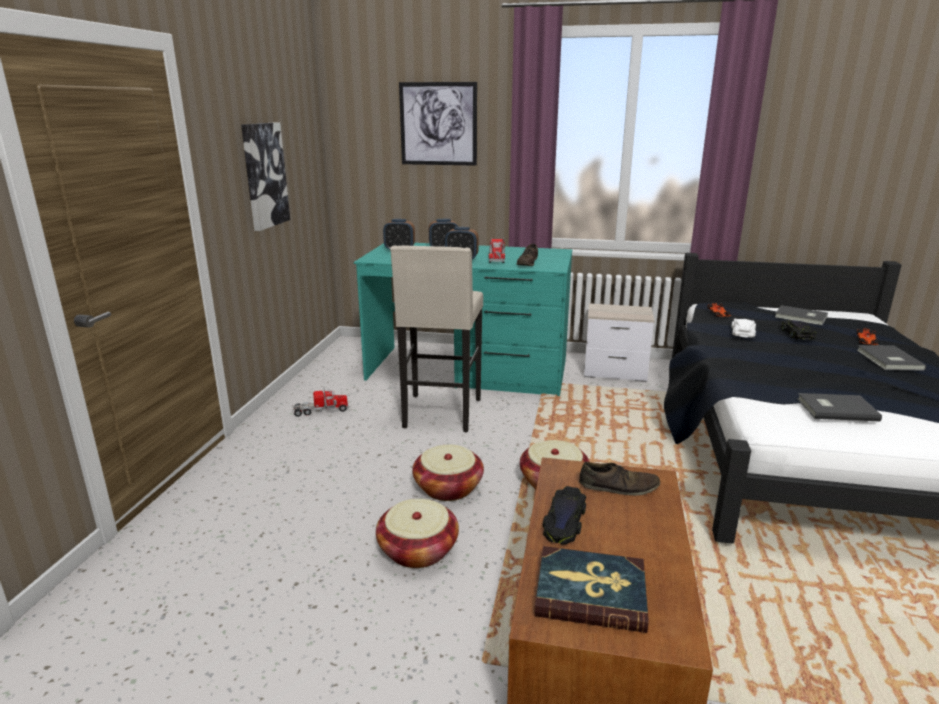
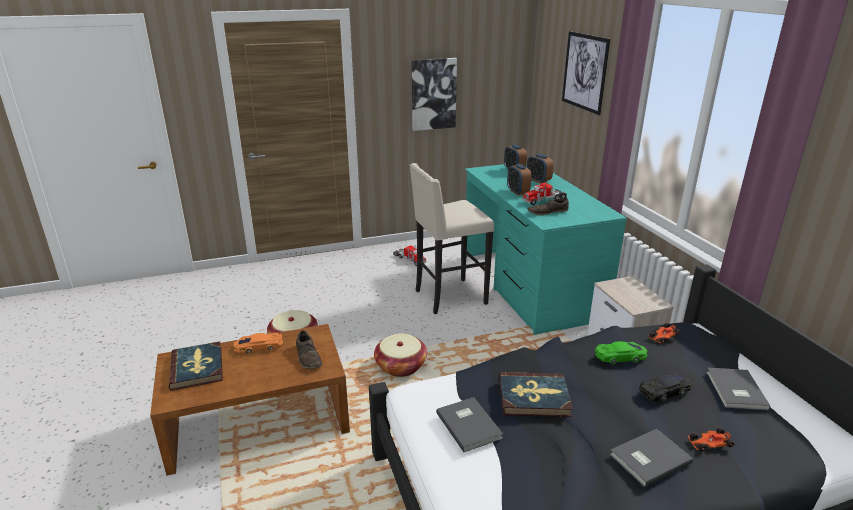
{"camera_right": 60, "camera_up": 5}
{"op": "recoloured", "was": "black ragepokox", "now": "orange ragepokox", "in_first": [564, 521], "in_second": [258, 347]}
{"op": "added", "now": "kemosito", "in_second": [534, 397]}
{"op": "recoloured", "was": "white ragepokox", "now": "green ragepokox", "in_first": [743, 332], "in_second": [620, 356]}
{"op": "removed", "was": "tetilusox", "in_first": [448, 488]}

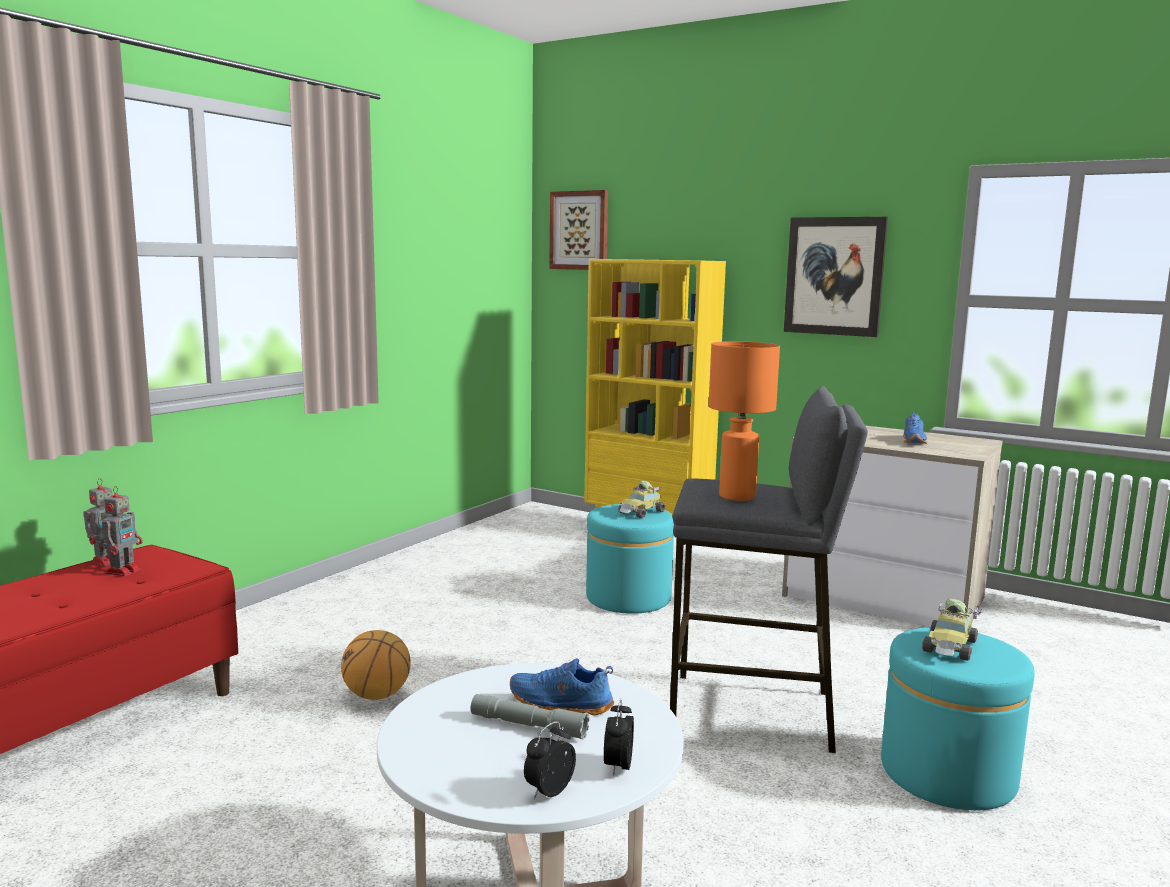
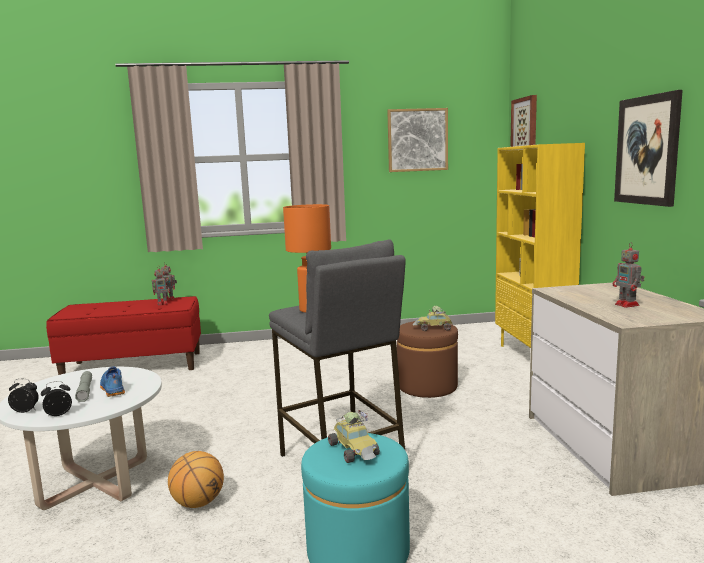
{"camera_right": 50, "camera_up": 0}
{"op": "moved", "was": "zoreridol", "in_first": [377, 696], "in_second": [198, 503]}
{"op": "turned", "was": "ragepokox", "in_first": [950, 647], "in_second": [355, 450], "clockwise": -105}
{"op": "added", "now": "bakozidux", "in_second": [417, 140]}
{"op": "recoloured", "was": "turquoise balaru", "now": "brown balaru", "in_first": [628, 598], "in_second": [427, 386]}
{"op": "replaced", "was": "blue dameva", "now": "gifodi", "in_first": [914, 441], "in_second": [627, 305]}

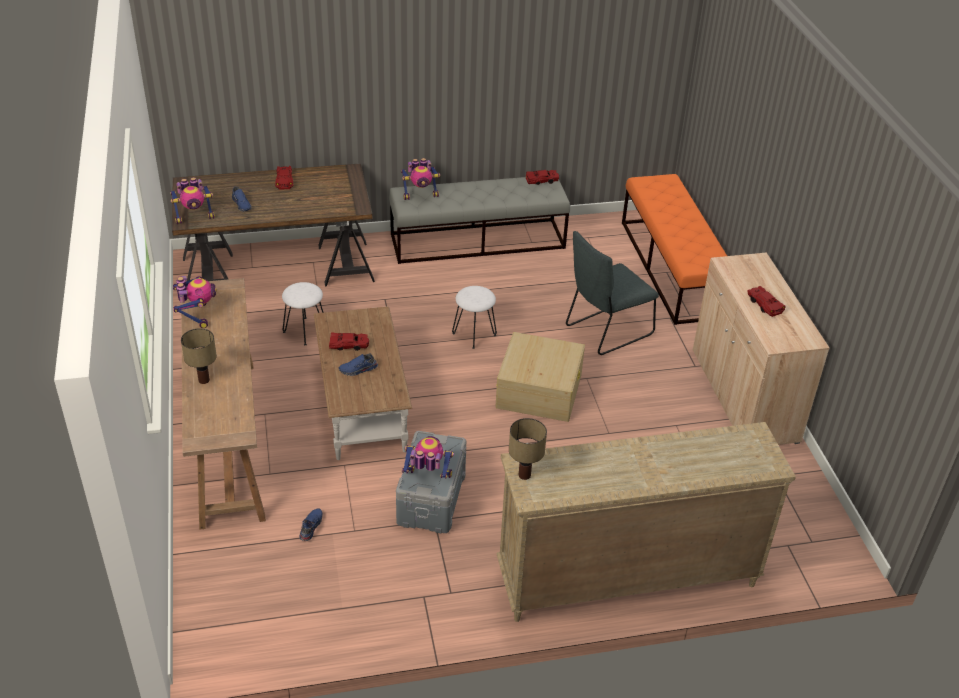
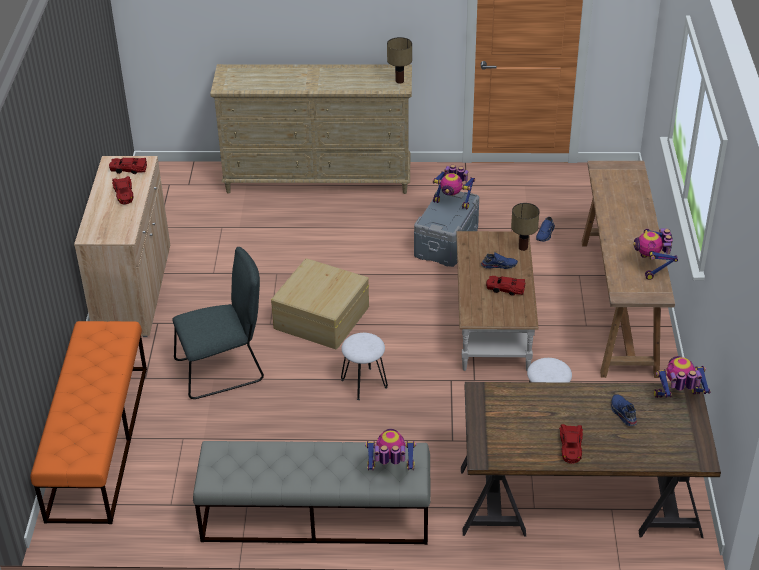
{"camera_right": -165, "camera_up": 0}
{"op": "moved", "was": "red ragepokox", "in_first": [542, 180], "in_second": [128, 169]}
{"op": "moved", "was": "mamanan", "in_first": [203, 380], "in_second": [523, 247]}

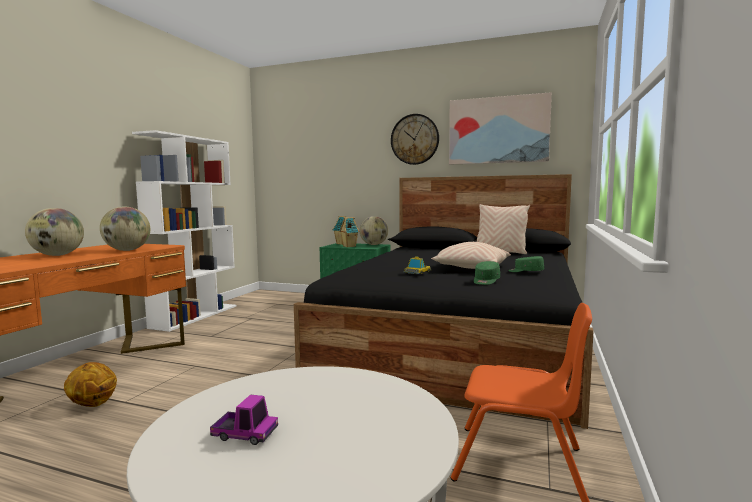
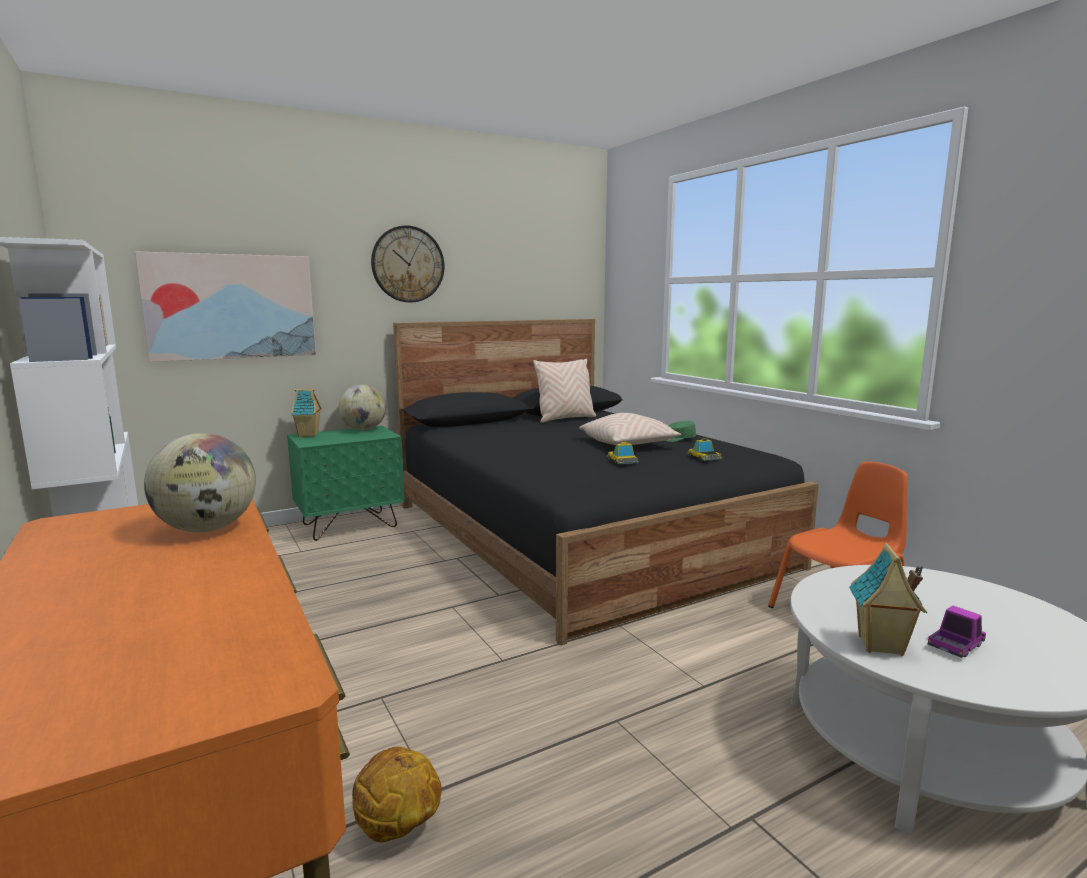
{"camera_right": -50, "camera_up": 5}
{"op": "moved", "was": "bakozidux", "in_first": [498, 130], "in_second": [231, 306]}
{"op": "replaced", "was": "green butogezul", "now": "ragepokox", "in_first": [486, 281], "in_second": [704, 457]}
{"op": "moved", "was": "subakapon", "in_first": [349, 246], "in_second": [880, 646]}
{"op": "removed", "was": "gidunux", "in_first": [57, 255]}

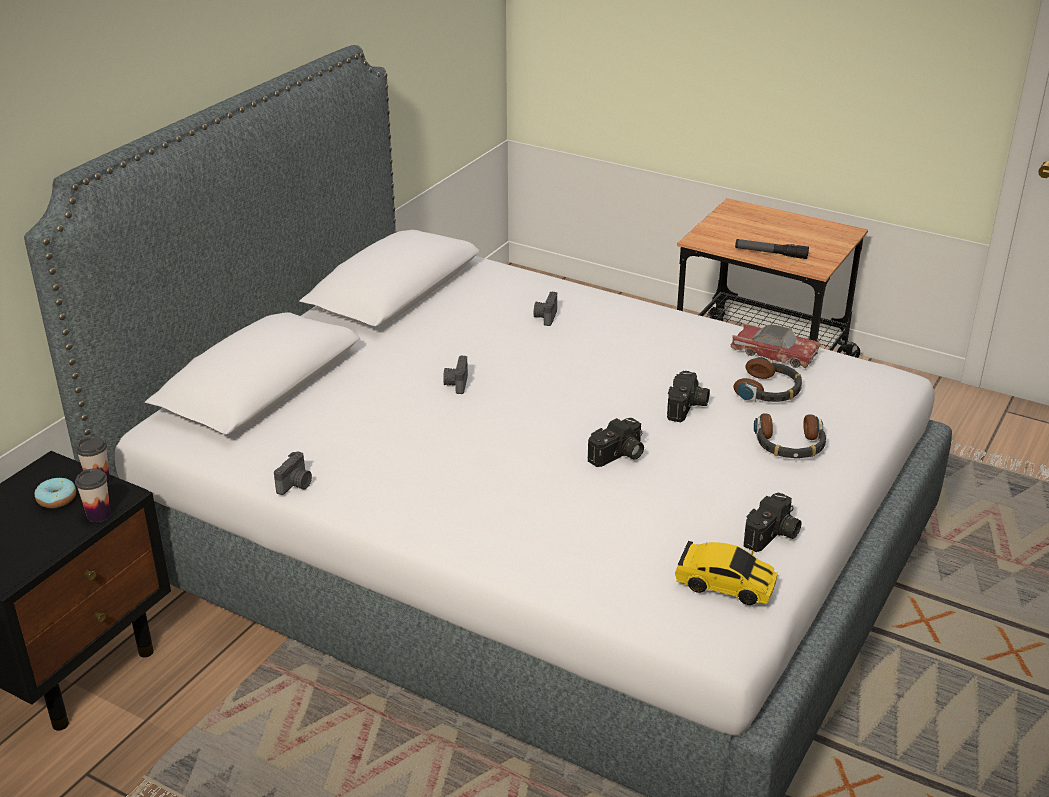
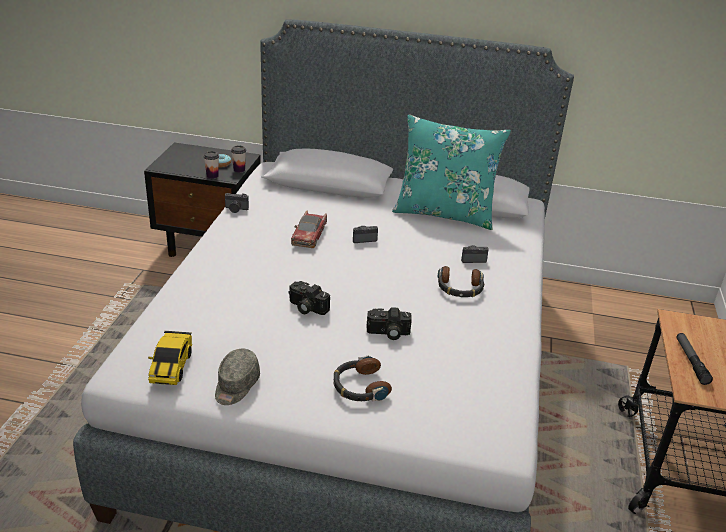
{"camera_right": 70, "camera_up": 0}
{"op": "replaced", "was": "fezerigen", "now": "grey butogezul", "in_first": [773, 536], "in_second": [236, 386]}
{"op": "moved", "was": "ragepokox", "in_first": [774, 354], "in_second": [309, 235]}
{"op": "added", "now": "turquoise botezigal", "in_second": [444, 213]}
{"op": "moved", "was": "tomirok", "in_first": [769, 390], "in_second": [459, 288]}

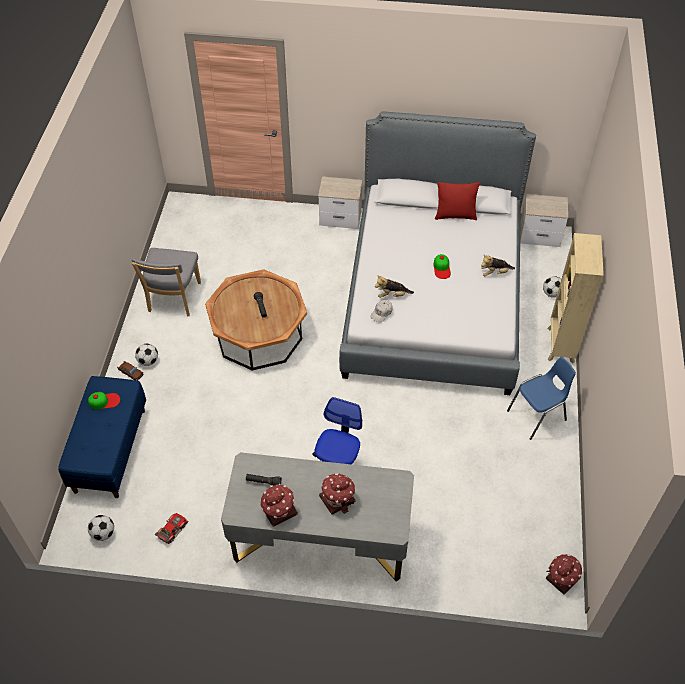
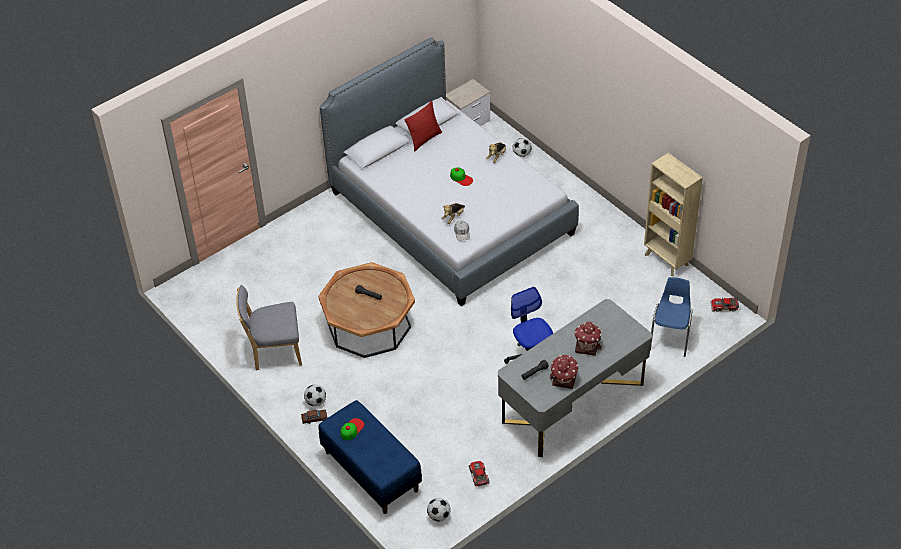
{"camera_right": -45, "camera_up": -5}
{"op": "turned", "was": "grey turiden", "in_first": [173, 299], "in_second": [274, 352], "clockwise": 120}
{"op": "moved", "was": "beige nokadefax", "in_first": [560, 346], "in_second": [667, 260]}
{"op": "moved", "was": "blue turiden", "in_first": [537, 416], "in_second": [670, 338]}
{"op": "replaced", "was": "subakapon", "now": "ragepokox", "in_first": [562, 578], "in_second": [724, 307]}
{"op": "removed", "was": "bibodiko", "in_first": [341, 218]}

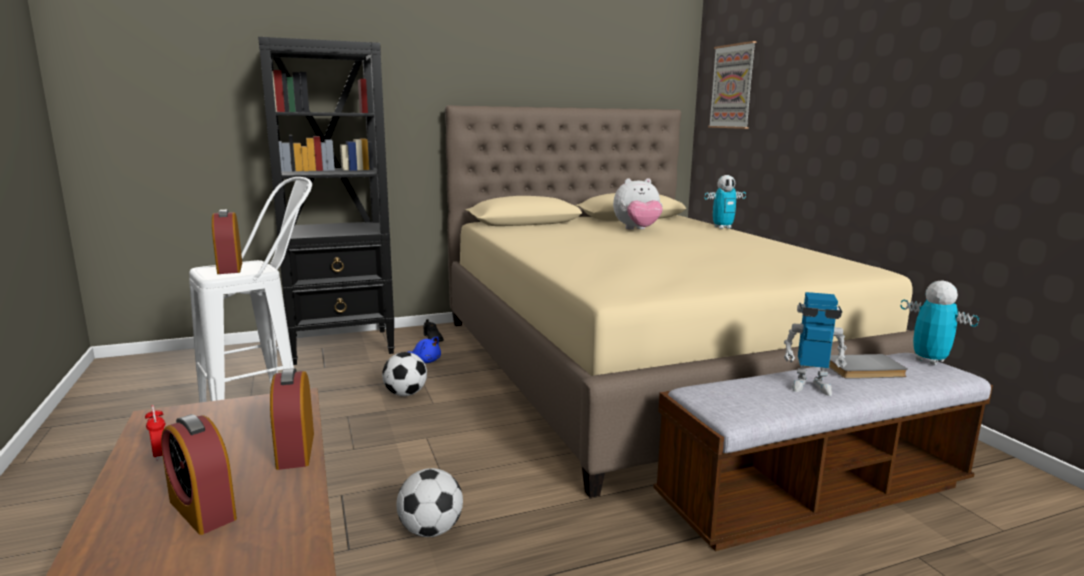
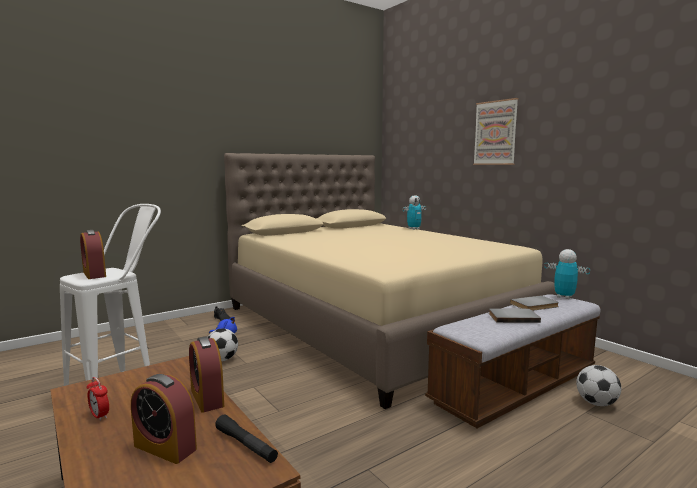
{"camera_right": -15, "camera_up": -5}
{"op": "added", "now": "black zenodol", "in_second": [246, 445]}
{"op": "moved", "was": "bakozidux", "in_first": [732, 86], "in_second": [495, 133]}
{"op": "replaced", "was": "gifodi", "now": "grey kemosito", "in_first": [810, 386], "in_second": [513, 317]}
{"op": "moved", "was": "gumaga", "in_first": [431, 530], "in_second": [596, 403]}
{"op": "removed", "was": "black nokadefax", "in_first": [342, 346]}
{"op": "removed", "was": "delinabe", "in_first": [637, 230]}

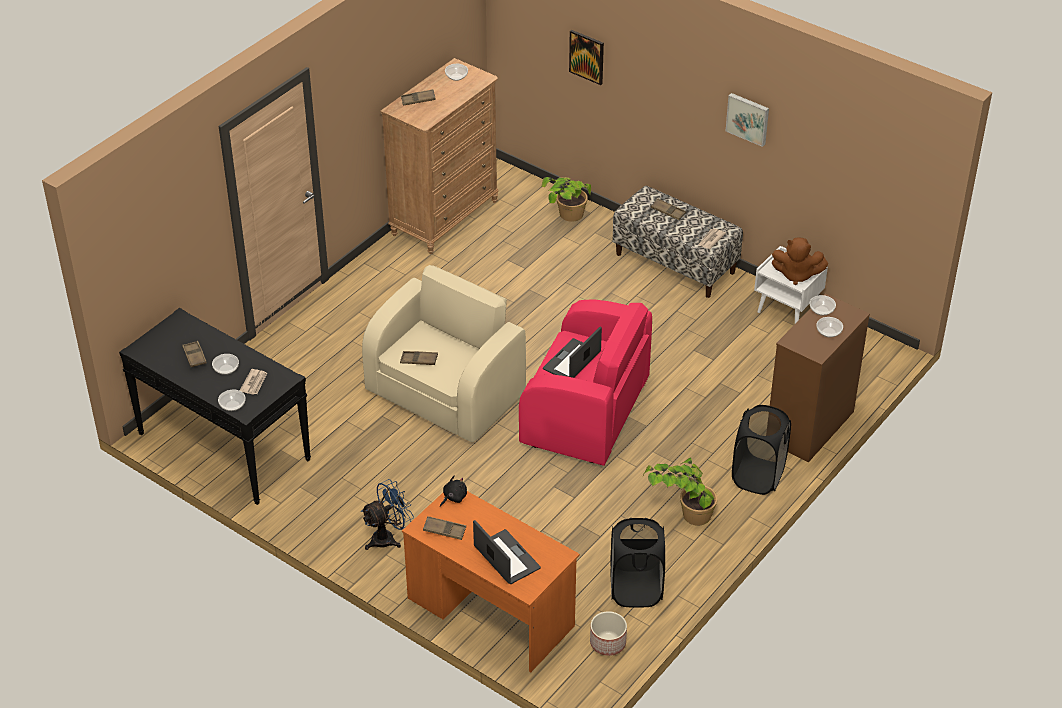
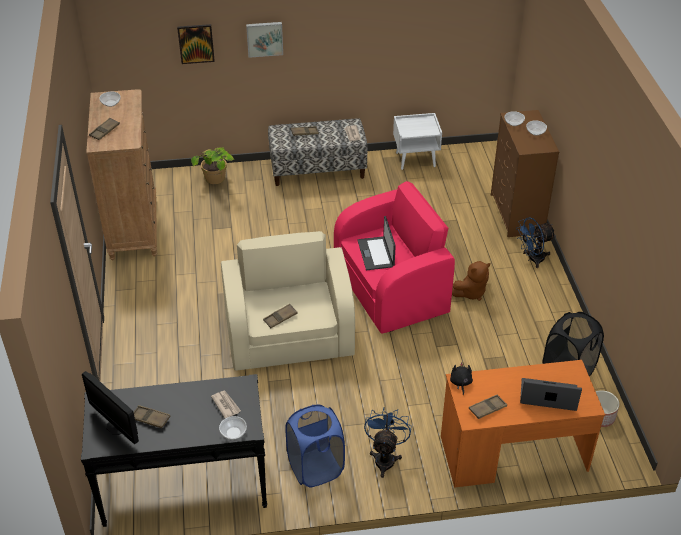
{"camera_right": -45, "camera_up": 0}
{"op": "added", "now": "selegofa", "in_second": [116, 426]}
{"op": "moved", "was": "bakozidux", "in_first": [748, 118], "in_second": [264, 38]}
{"op": "added", "now": "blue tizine", "in_second": [315, 468]}
{"op": "moved", "was": "brown delinabe", "in_first": [796, 275], "in_second": [470, 292]}
{"op": "replaced", "was": "black tizine", "now": "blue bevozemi", "in_first": [758, 476], "in_second": [532, 259]}
{"op": "removed", "was": "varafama", "in_first": [226, 369]}
{"op": "removed", "was": "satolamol", "in_first": [681, 514]}

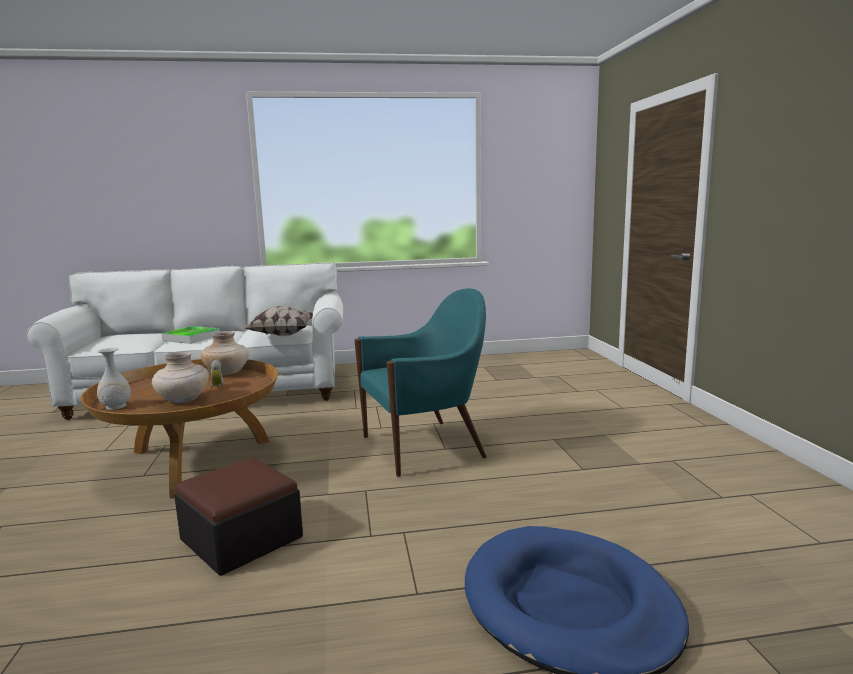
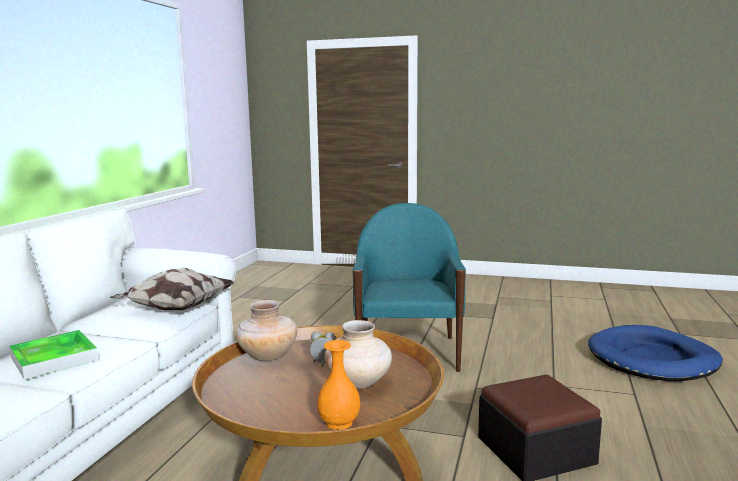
{"camera_right": -65, "camera_up": 0}
{"op": "recoloured", "was": "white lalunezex", "now": "orange lalunezex", "in_first": [116, 406], "in_second": [339, 423]}

